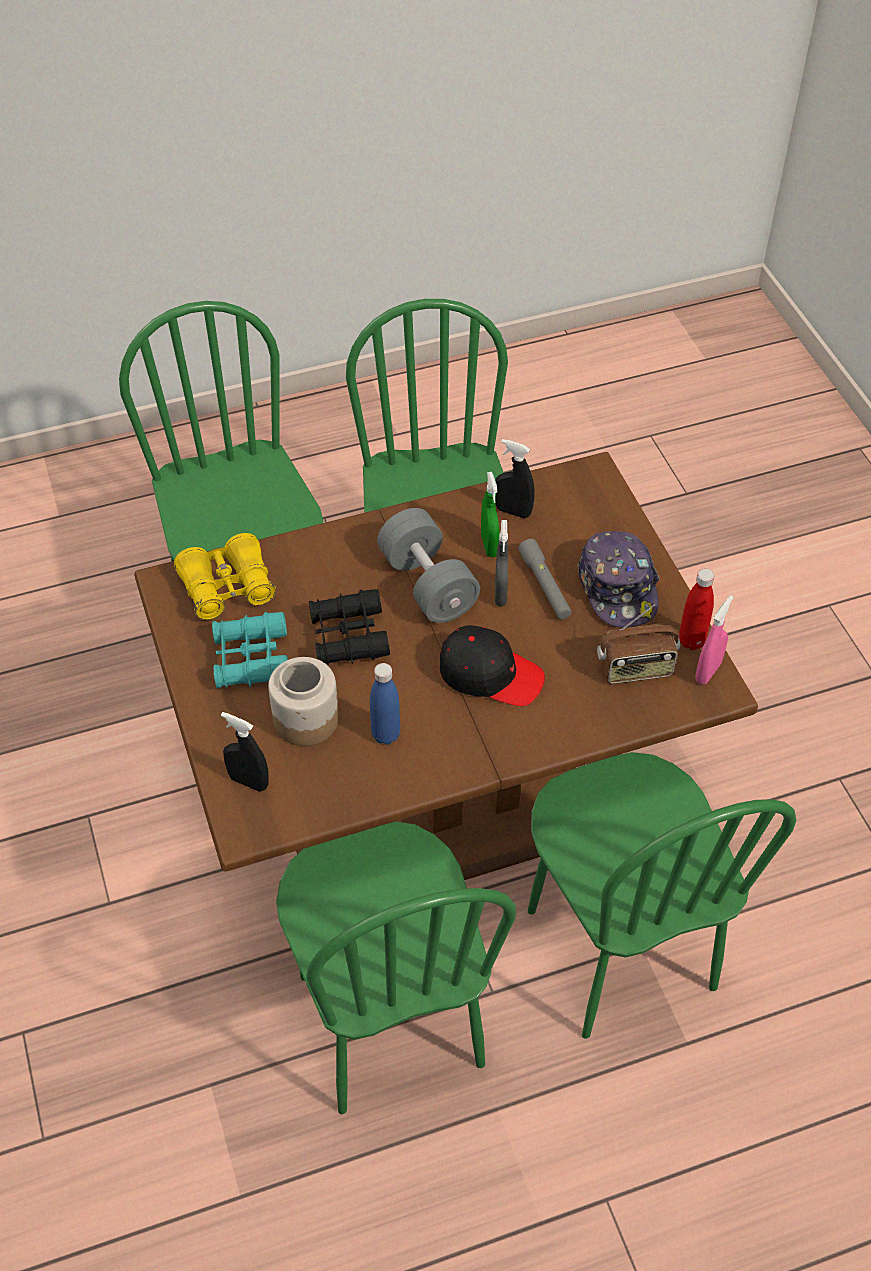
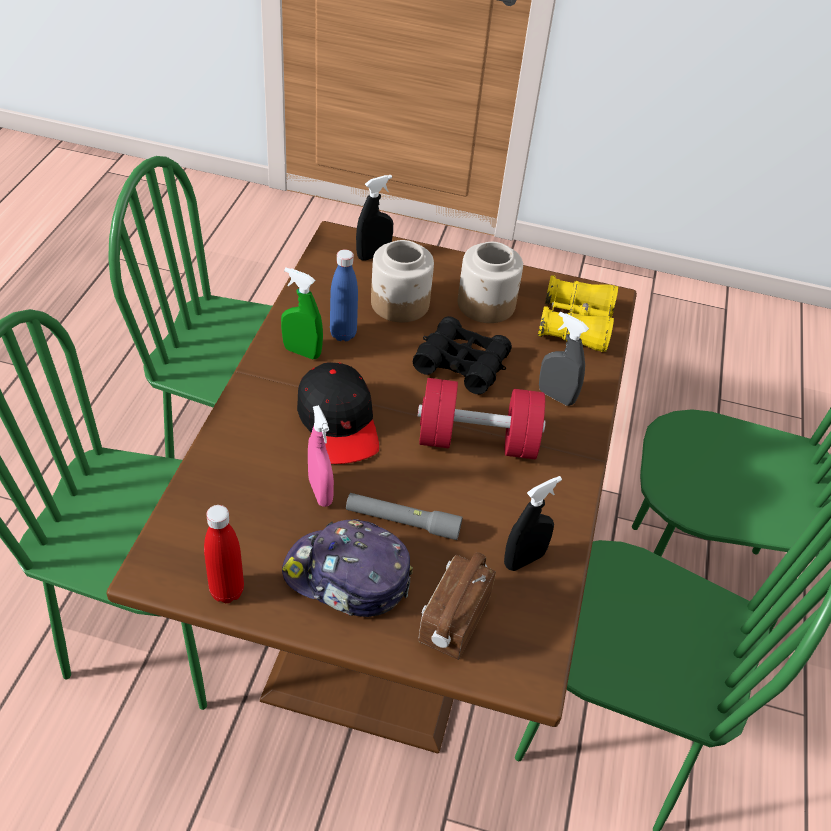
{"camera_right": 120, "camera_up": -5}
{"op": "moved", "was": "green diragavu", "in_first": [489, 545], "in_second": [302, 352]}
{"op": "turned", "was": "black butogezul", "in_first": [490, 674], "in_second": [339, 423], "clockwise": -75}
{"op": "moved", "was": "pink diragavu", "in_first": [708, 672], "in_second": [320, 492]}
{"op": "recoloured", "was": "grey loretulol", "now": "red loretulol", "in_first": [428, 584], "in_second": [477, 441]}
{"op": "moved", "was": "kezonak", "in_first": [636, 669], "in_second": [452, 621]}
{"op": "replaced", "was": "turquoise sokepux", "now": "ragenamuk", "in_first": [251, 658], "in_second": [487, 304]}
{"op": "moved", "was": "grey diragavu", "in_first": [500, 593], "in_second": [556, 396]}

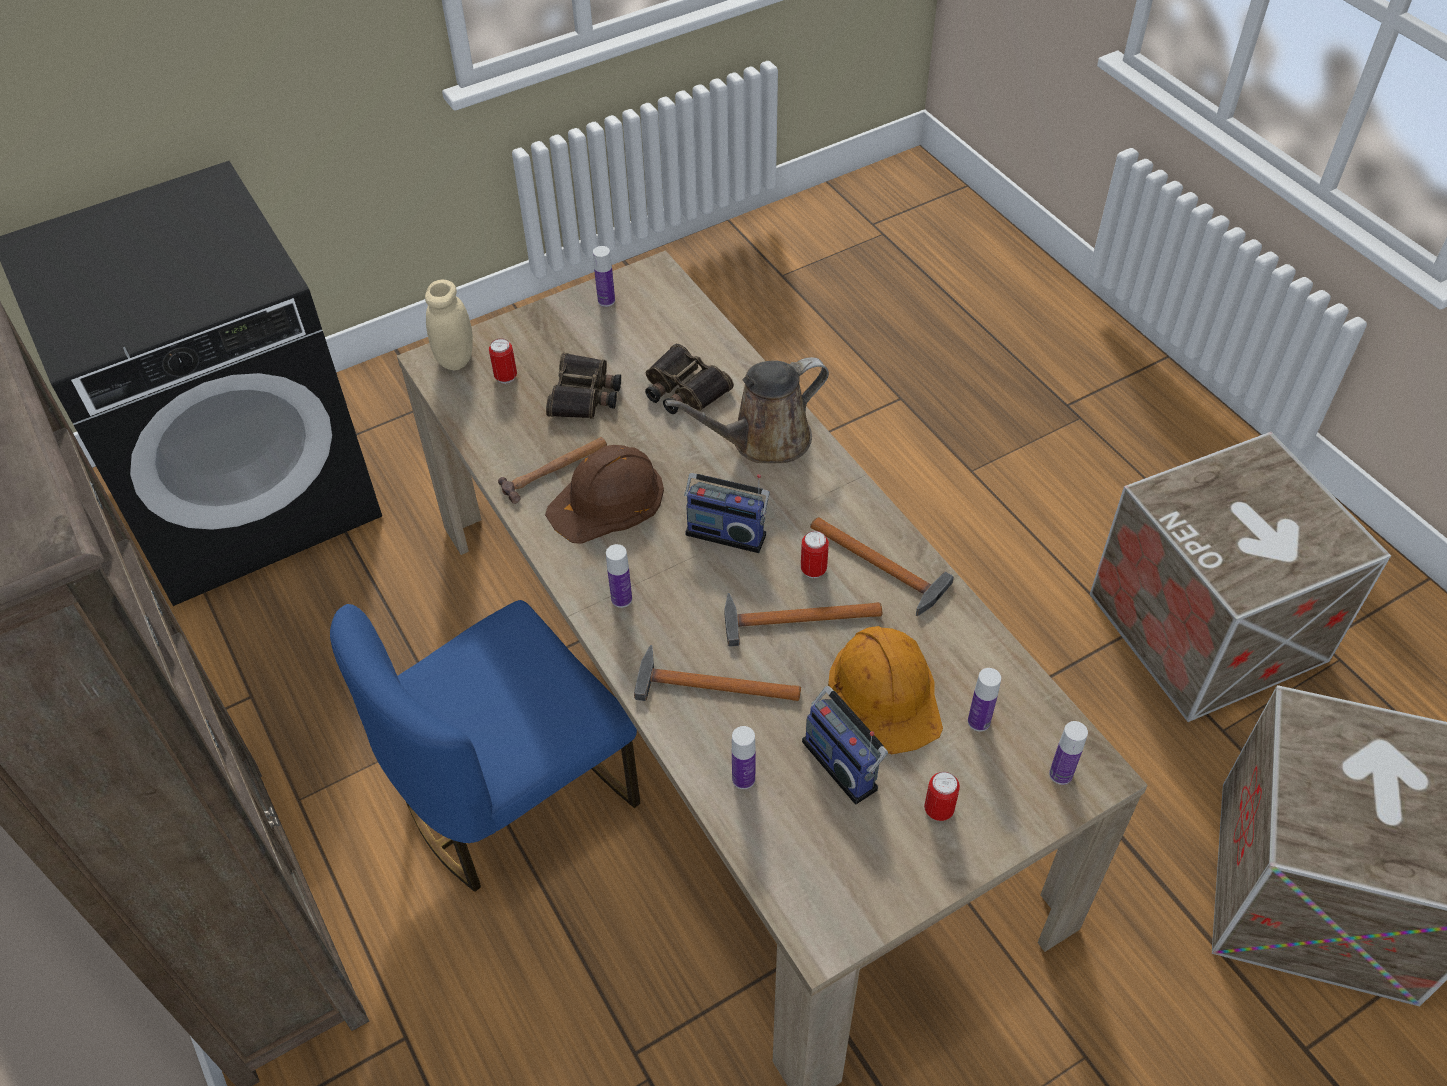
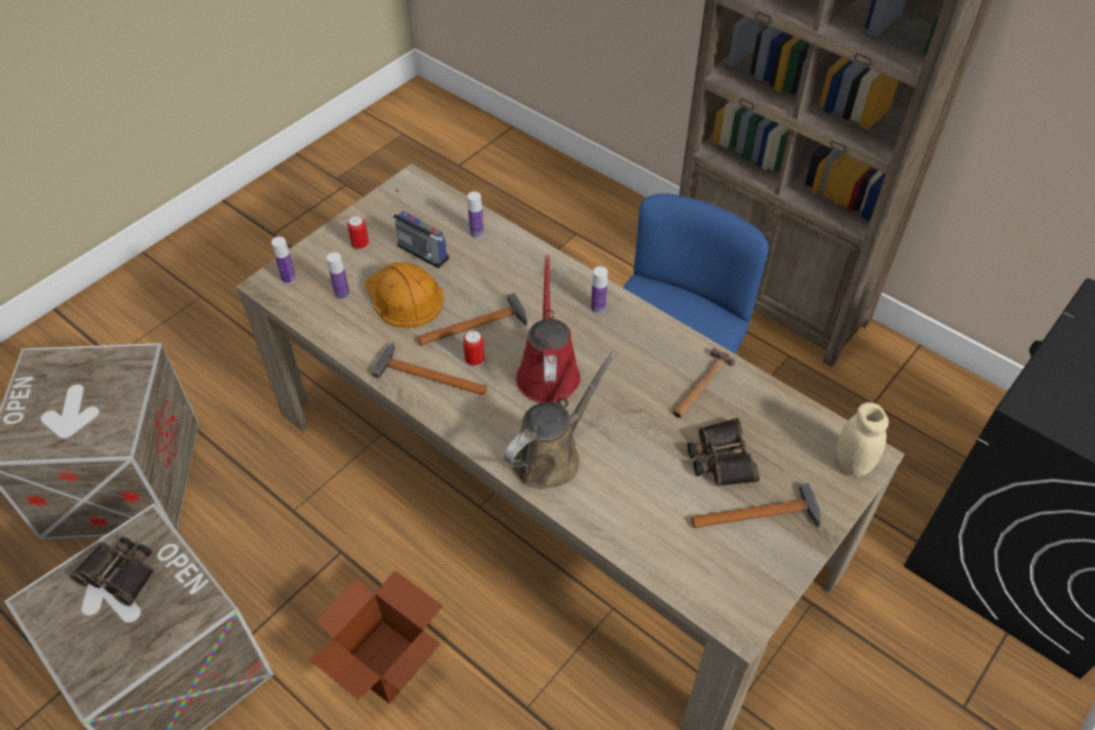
{"camera_right": 160, "camera_up": 0}
{"op": "moved", "was": "sokepux", "in_first": [683, 389], "in_second": [120, 573]}
{"op": "added", "now": "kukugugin", "in_second": [386, 662]}
{"op": "replaced", "was": "kezonak", "now": "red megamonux", "in_first": [727, 531], "in_second": [548, 372]}
{"op": "moved", "was": "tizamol", "in_first": [709, 684], "in_second": [761, 514]}
{"op": "removed", "was": "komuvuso", "in_first": [506, 377]}
{"op": "removed", "was": "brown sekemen", "in_first": [607, 500]}
{"op": "removed", "was": "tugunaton", "in_first": [606, 301]}

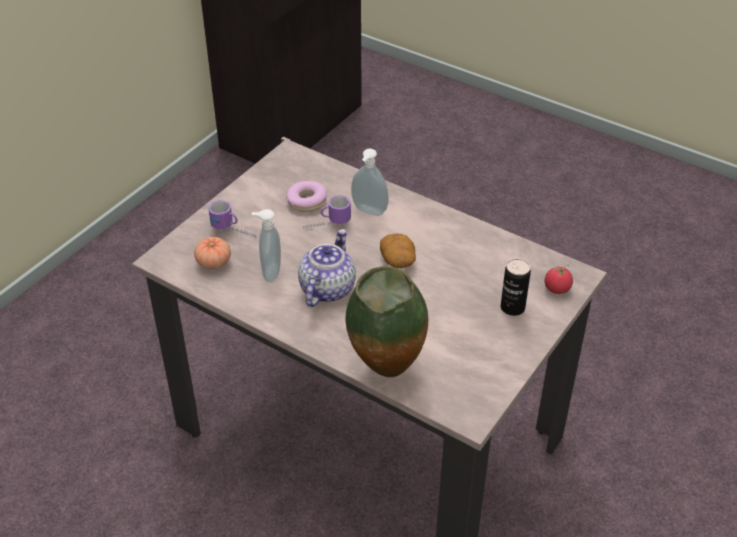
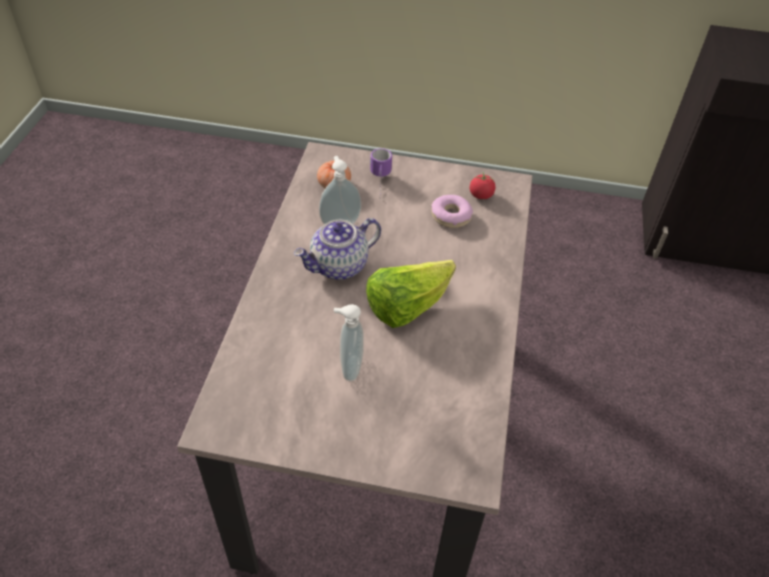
{"camera_right": 65, "camera_up": 5}
{"op": "turned", "was": "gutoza", "in_first": [326, 288], "in_second": [339, 266], "clockwise": 150}
{"op": "moved", "was": "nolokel", "in_first": [368, 212], "in_second": [349, 367]}
{"op": "replaced", "was": "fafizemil", "now": "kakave", "in_first": [398, 260], "in_second": [407, 307]}
{"op": "moved", "was": "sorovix", "in_first": [557, 288], "in_second": [481, 195]}
{"op": "removed", "was": "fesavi", "in_first": [326, 225]}
{"op": "removed", "was": "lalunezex", "in_first": [386, 372]}
{"op": "removed", "was": "komuvuso", "in_first": [512, 308]}

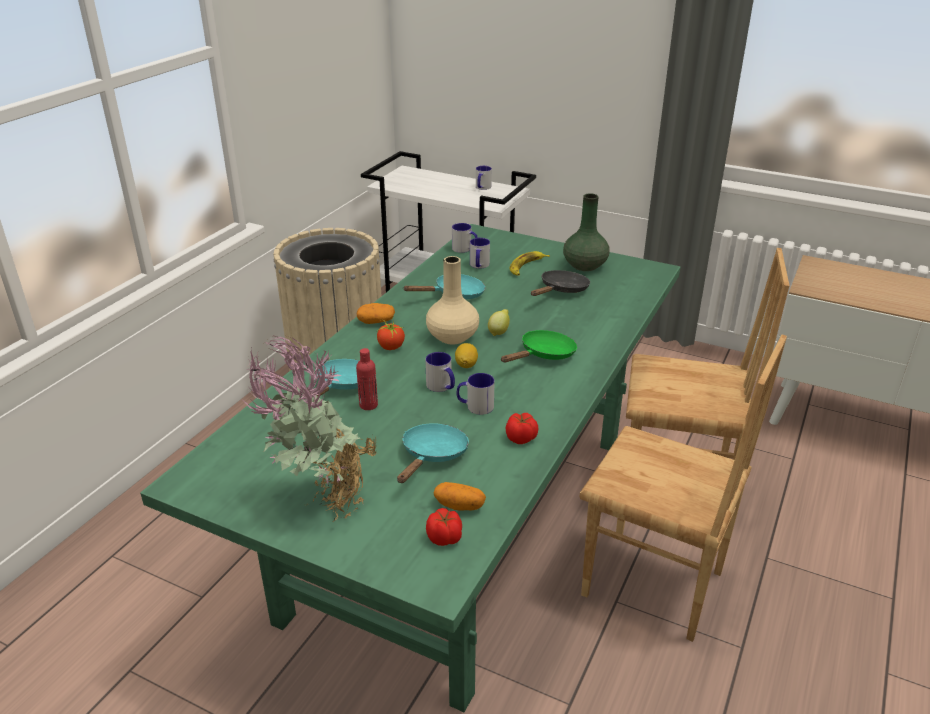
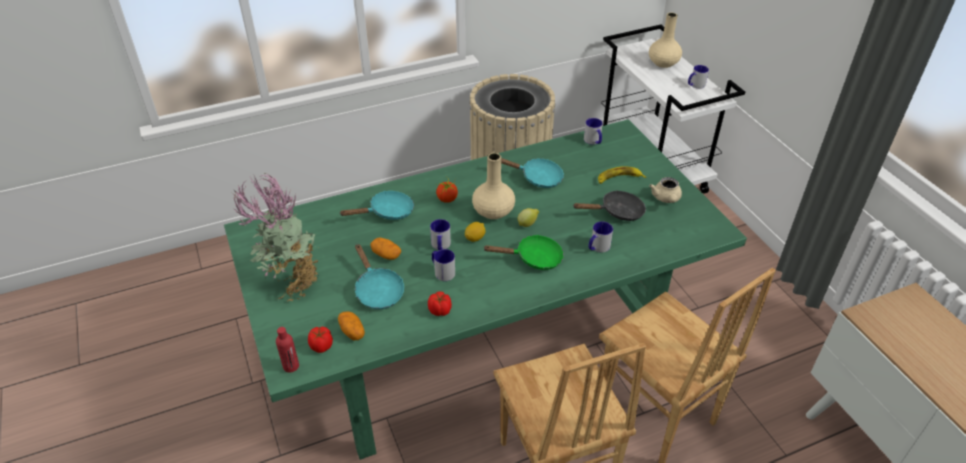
{"camera_right": 40, "camera_up": 10}
{"op": "moved", "was": "red tugunaton", "in_first": [368, 405], "in_second": [291, 366]}
{"op": "turned", "was": "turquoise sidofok", "in_first": [432, 455], "in_second": [377, 290], "clockwise": 90}
{"op": "moved", "was": "fafizemil", "in_first": [376, 322], "in_second": [386, 255]}
{"op": "moved", "was": "fesavi", "in_first": [479, 266], "in_second": [597, 247]}
{"op": "added", "now": "beige lalunezex", "in_second": [663, 63]}
{"op": "replaced", "was": "green lalunezex", "now": "beige gutoza", "in_first": [585, 265], "in_second": [666, 199]}

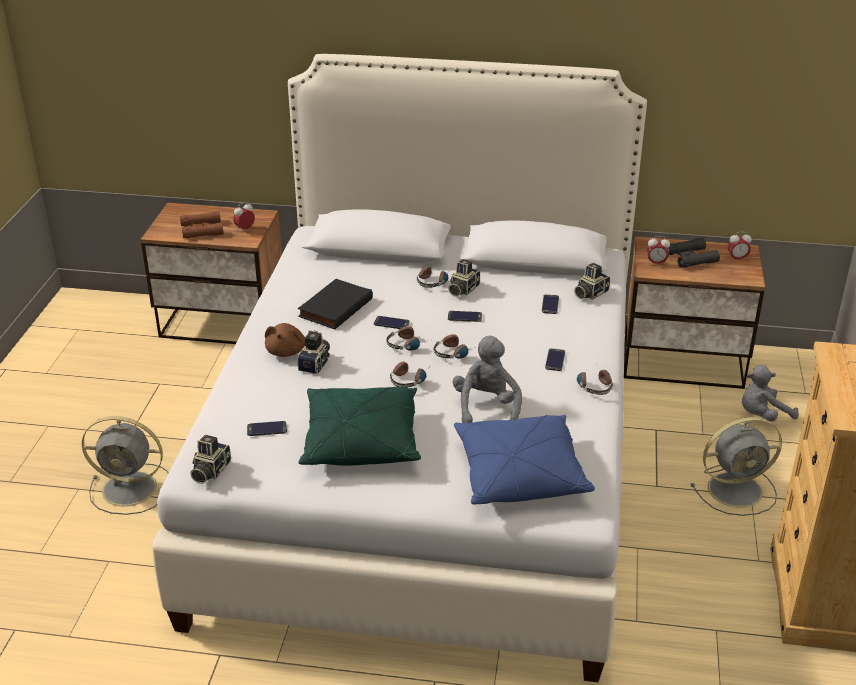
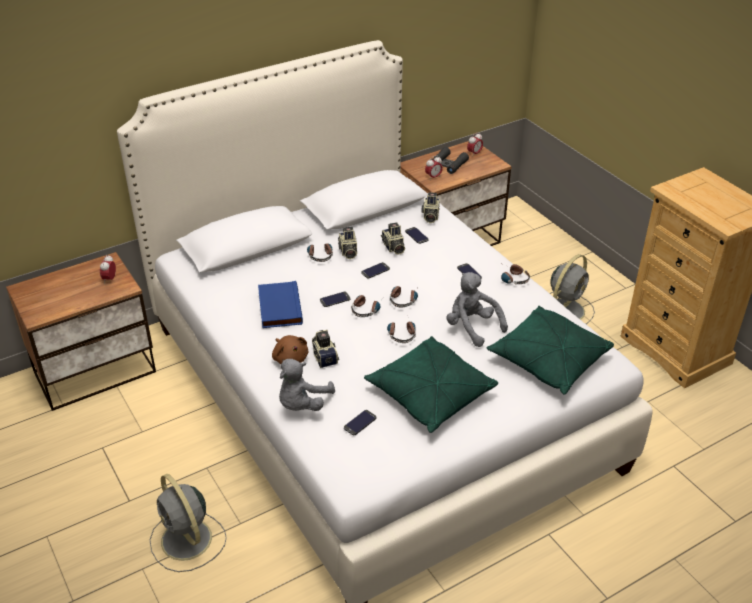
{"camera_right": -40, "camera_up": 5}
{"op": "turned", "was": "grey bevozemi", "in_first": [132, 489], "in_second": [187, 541], "clockwise": 90}
{"op": "recoloured", "was": "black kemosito", "now": "blue kemosito", "in_first": [334, 307], "in_second": [278, 307]}
{"op": "moved", "was": "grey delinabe", "in_first": [762, 415], "in_second": [302, 404]}
{"op": "moved", "was": "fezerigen", "in_first": [209, 471], "in_second": [393, 247]}
{"op": "recoloured", "was": "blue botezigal", "now": "green botezigal", "in_first": [519, 474], "in_second": [548, 360]}
{"op": "removed", "was": "brown sokepux", "in_first": [202, 230]}

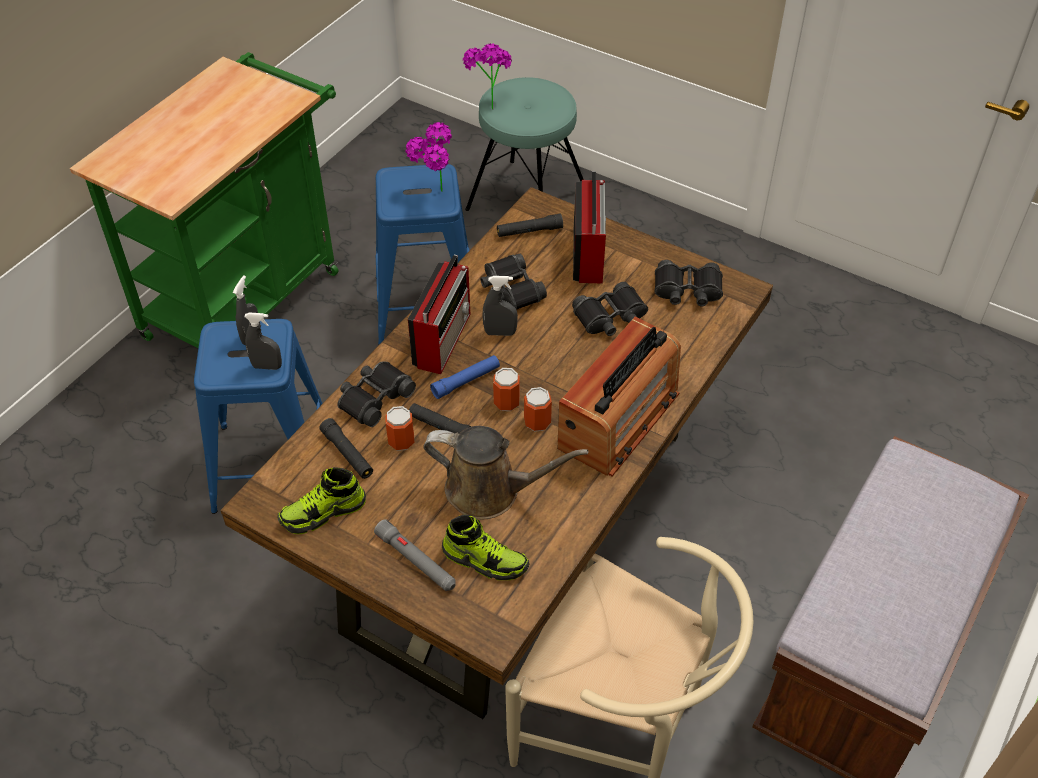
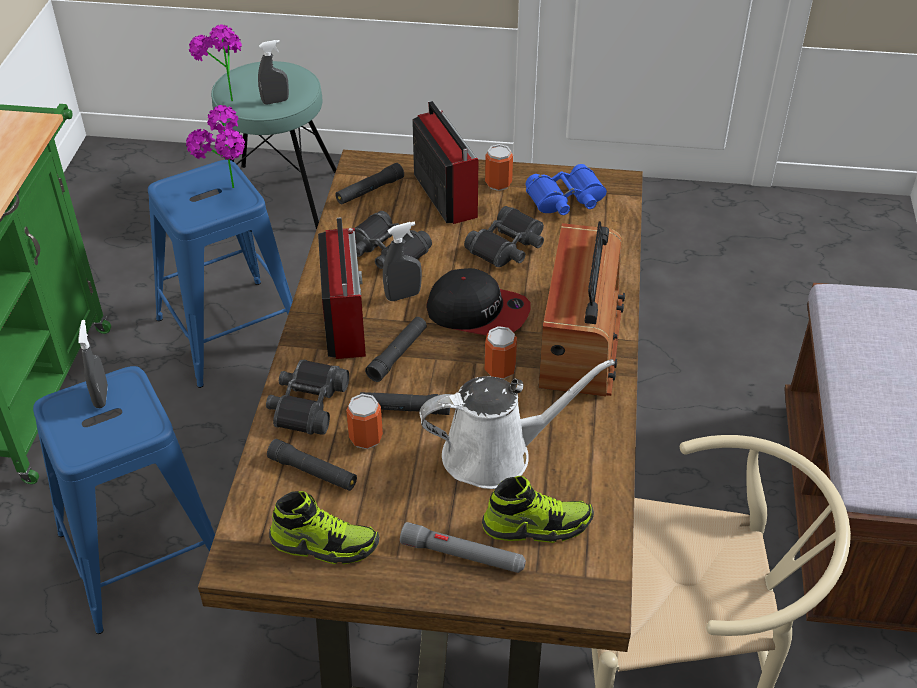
{"camera_right": -25, "camera_up": -5}
{"op": "moved", "was": "grey diragavu", "in_first": [267, 366], "in_second": [275, 101]}
{"op": "turned", "was": "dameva", "in_first": [323, 513], "in_second": [325, 544], "clockwise": -120}
{"op": "recoloured", "was": "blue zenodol", "now": "black zenodol", "in_first": [466, 381], "in_second": [397, 354]}
{"op": "recoloured", "was": "brown megamonux", "now": "white megamonux", "in_first": [490, 491], "in_second": [496, 454]}
{"op": "added", "now": "butogezul", "in_second": [478, 312]}
{"op": "moved", "was": "komuvuso", "in_first": [506, 402], "in_second": [498, 183]}
{"op": "recoloured", "was": "black sokepux", "now": "blue sokepux", "in_first": [687, 291], "in_second": [566, 200]}

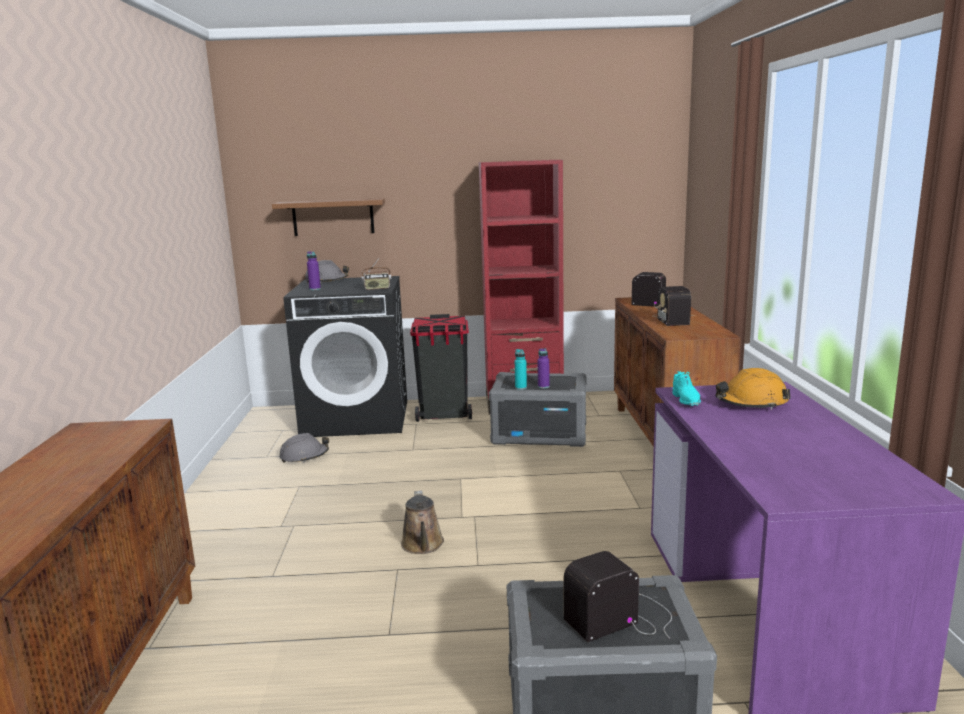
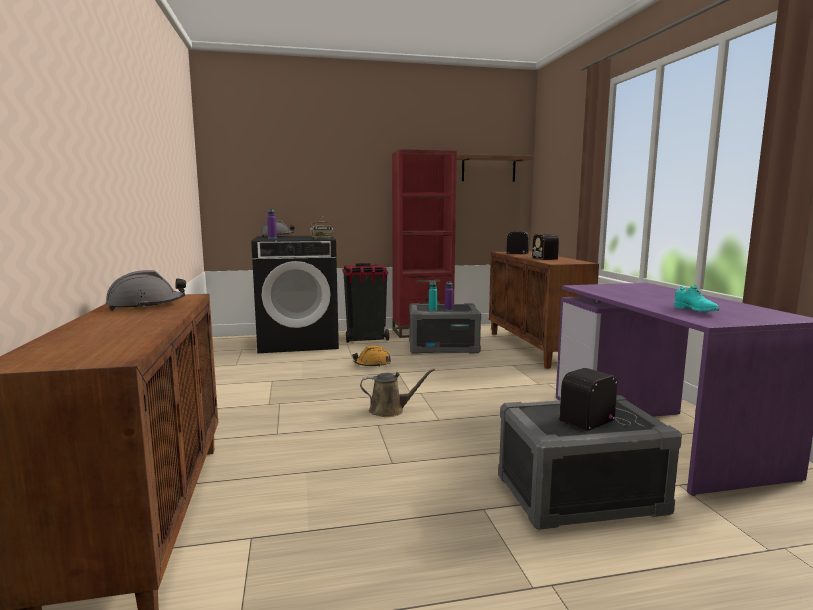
{"camera_right": -10, "camera_up": -5}
{"op": "moved", "was": "grey sekemen", "in_first": [304, 456], "in_second": [146, 305]}
{"op": "moved", "was": "orange sekemen", "in_first": [751, 403], "in_second": [372, 364]}
{"op": "turned", "was": "brown megamonux", "in_first": [423, 545], "in_second": [390, 410], "clockwise": -75}
{"op": "moved", "was": "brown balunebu", "in_first": [333, 217], "in_second": [488, 169]}
{"op": "moved", "was": "turquoise dameva", "in_first": [686, 401], "in_second": [695, 311]}

